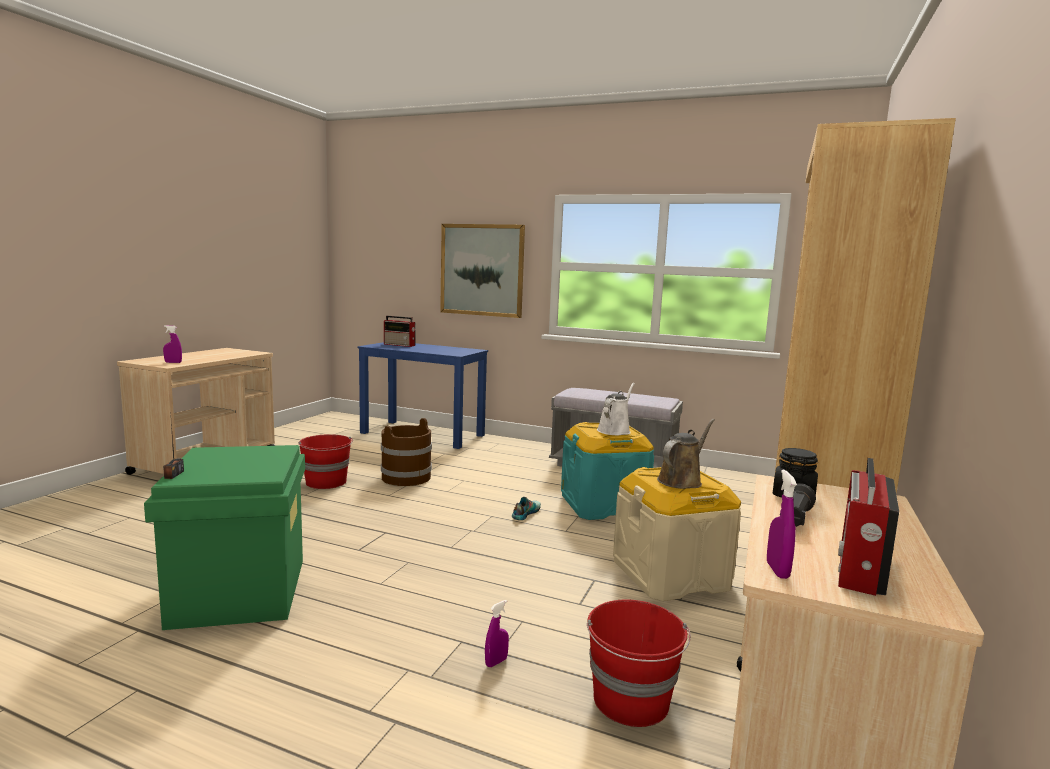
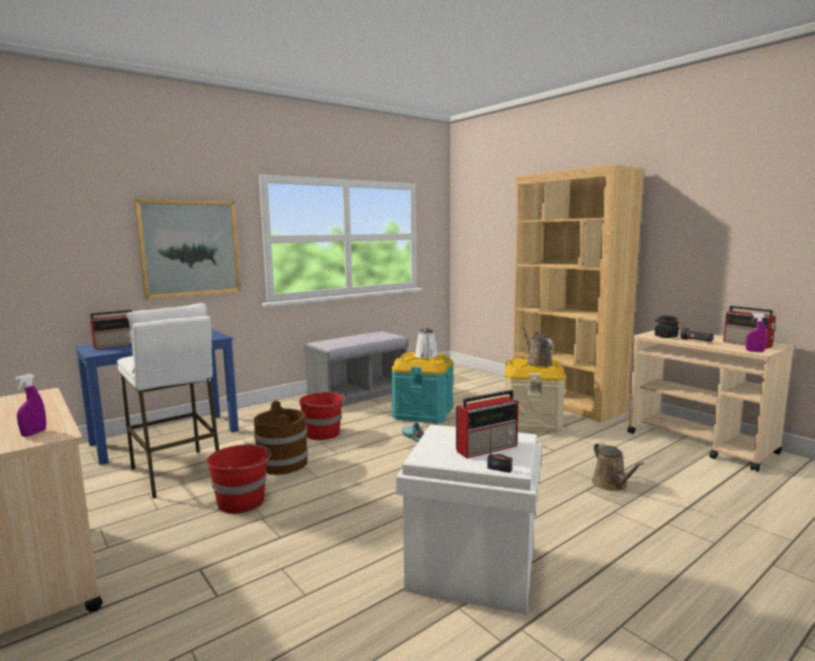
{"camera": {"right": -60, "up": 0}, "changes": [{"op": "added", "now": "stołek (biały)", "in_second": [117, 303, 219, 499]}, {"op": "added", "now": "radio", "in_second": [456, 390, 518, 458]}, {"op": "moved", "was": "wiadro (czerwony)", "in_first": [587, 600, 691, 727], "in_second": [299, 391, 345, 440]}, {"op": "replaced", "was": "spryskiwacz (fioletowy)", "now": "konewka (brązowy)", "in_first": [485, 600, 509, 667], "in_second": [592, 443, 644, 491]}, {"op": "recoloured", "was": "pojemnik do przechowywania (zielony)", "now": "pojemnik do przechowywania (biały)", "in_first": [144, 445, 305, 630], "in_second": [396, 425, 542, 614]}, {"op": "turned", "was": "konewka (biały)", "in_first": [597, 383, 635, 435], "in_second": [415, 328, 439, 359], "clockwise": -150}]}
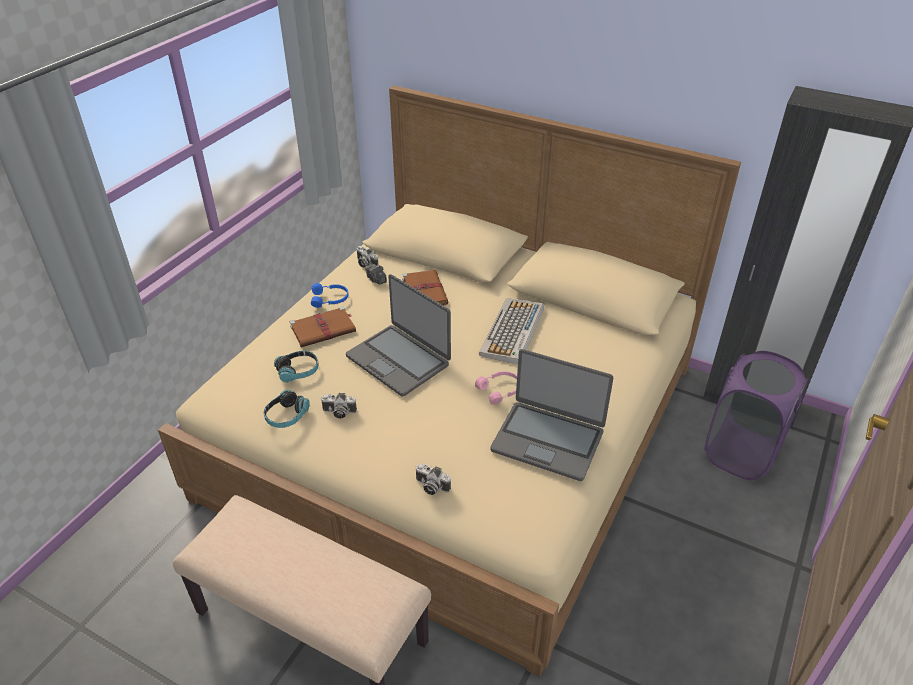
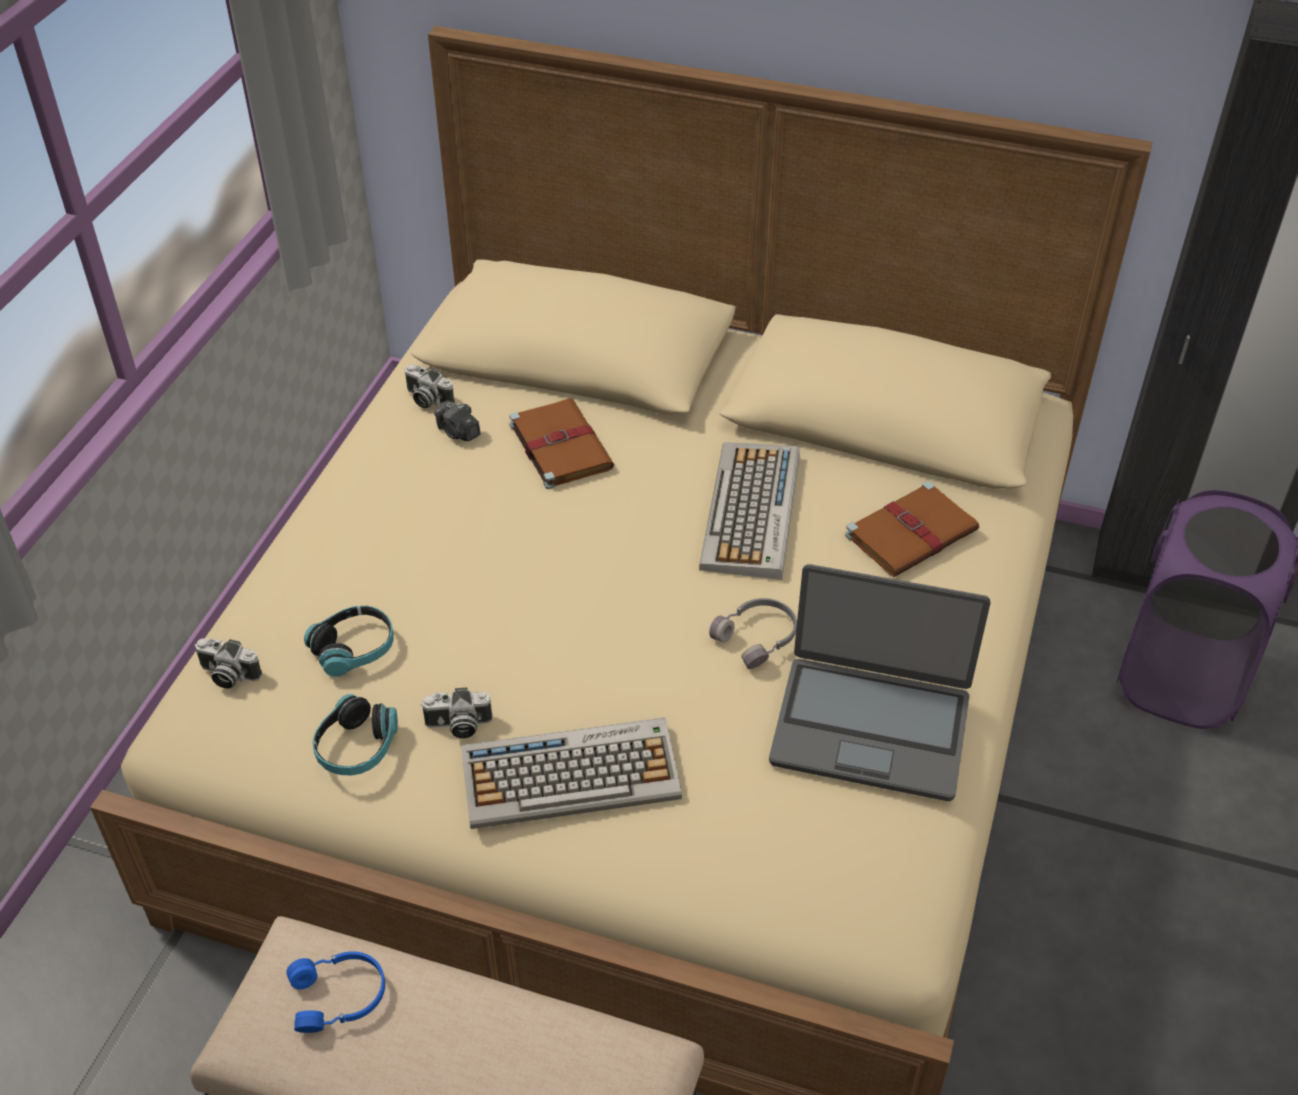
{"camera": {"right": -10, "up": 5}, "changes": [{"op": "removed", "was": "laptop", "in_first": [346, 274, 451, 396]}, {"op": "added", "now": "klawiatura", "in_second": [461, 717, 682, 829]}, {"op": "moved", "was": "książka (brązowy)", "in_first": [290, 306, 356, 347], "in_second": [845, 482, 979, 577]}, {"op": "moved", "was": "słuchawki (niebieski)", "in_first": [311, 283, 349, 308], "in_second": [286, 951, 385, 1033]}, {"op": "moved", "was": "aparat fotograficzny", "in_first": [416, 464, 451, 495], "in_second": [195, 638, 262, 689]}, {"op": "recoloured", "was": "słuchawki (różowy)", "now": "słuchawki (szary)", "in_first": [475, 371, 517, 405], "in_second": [709, 598, 797, 669]}]}
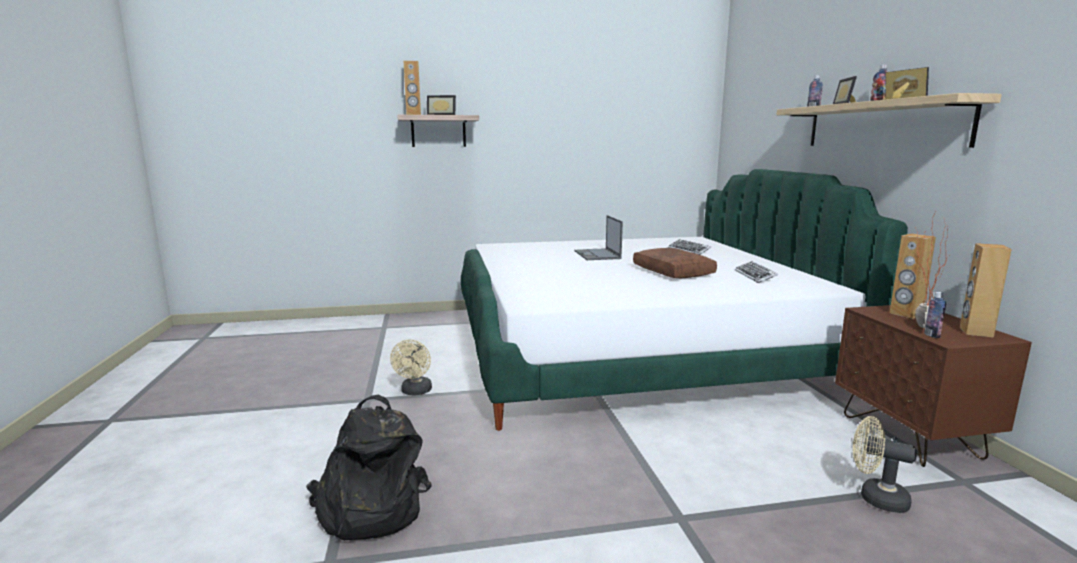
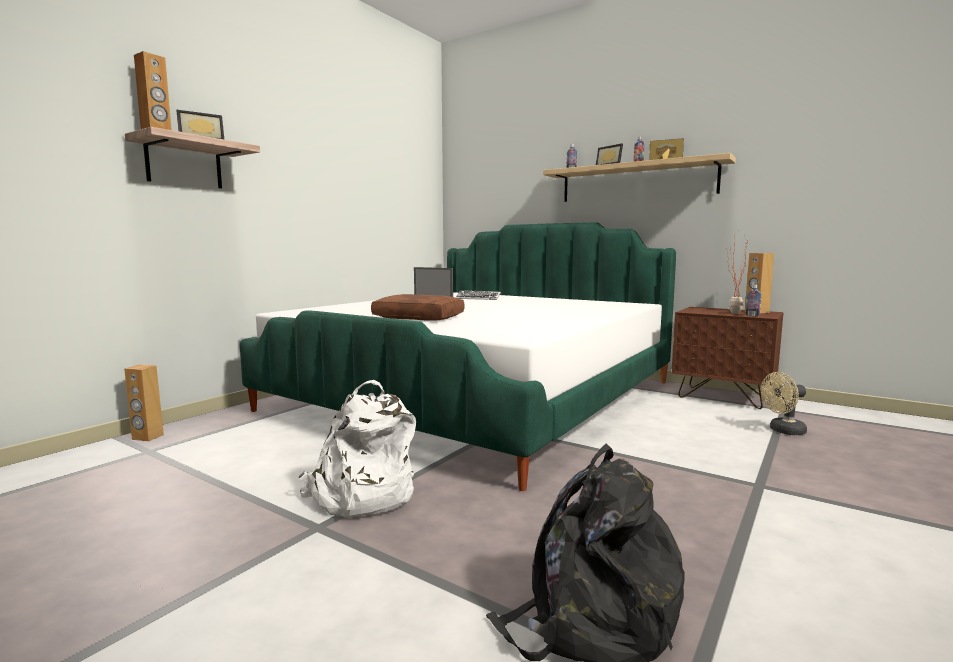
{"camera": {"right": -45, "up": -5}, "changes": [{"op": "removed", "was": "klawiatura", "in_first": [735, 261, 778, 283]}, {"op": "moved", "was": "poduszka (brązowy)", "in_first": [633, 248, 717, 278], "in_second": [371, 294, 464, 321]}, {"op": "moved", "was": "głośnik (brązowy)", "in_first": [890, 234, 936, 319], "in_second": [124, 365, 164, 441]}, {"op": "replaced", "was": "wentylator (beżowy)", "now": "plecak (biały)", "in_first": [390, 340, 432, 395], "in_second": [299, 380, 416, 518]}]}
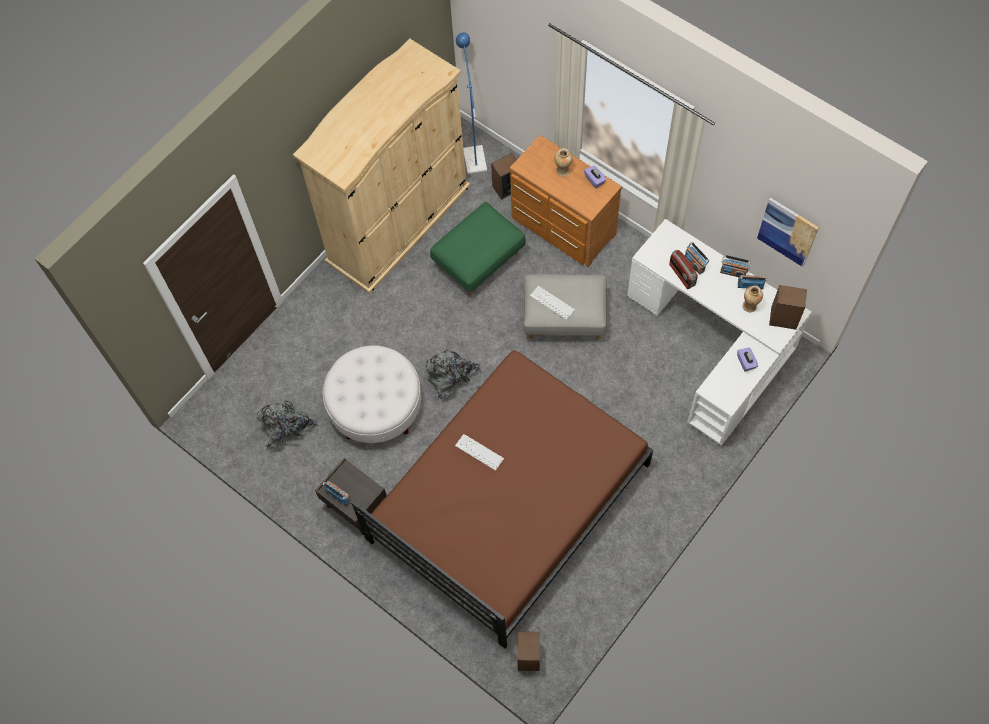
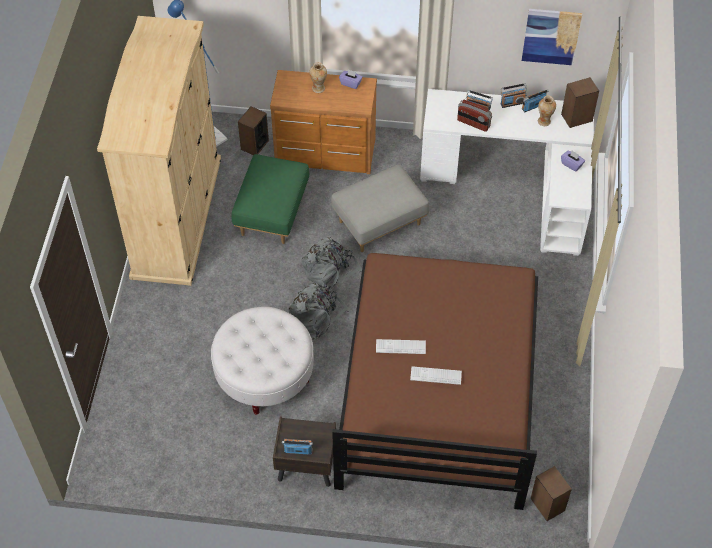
{"camera": {"right": -35, "up": -10}, "changes": [{"op": "moved", "was": "plecak (szary)", "in_first": [256, 400, 318, 450], "in_second": [302, 237, 362, 290]}, {"op": "moved", "was": "klawiatura", "in_first": [530, 286, 575, 320], "in_second": [410, 366, 462, 385]}]}
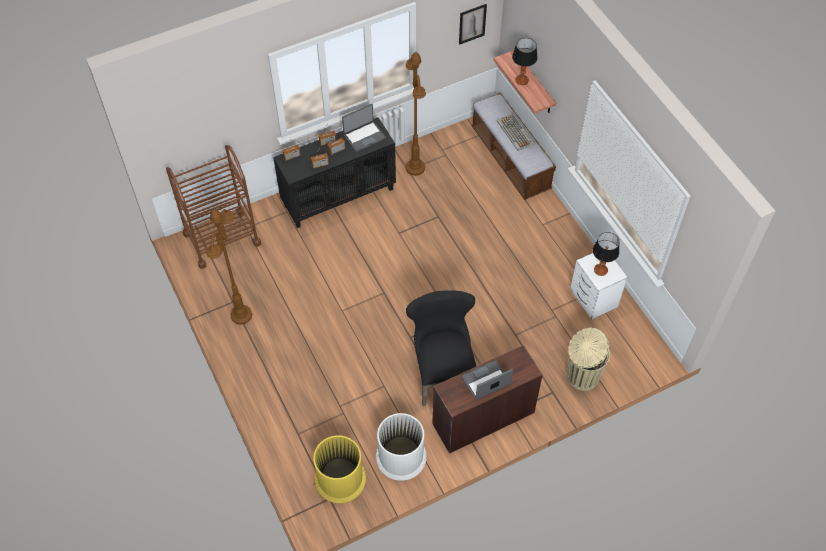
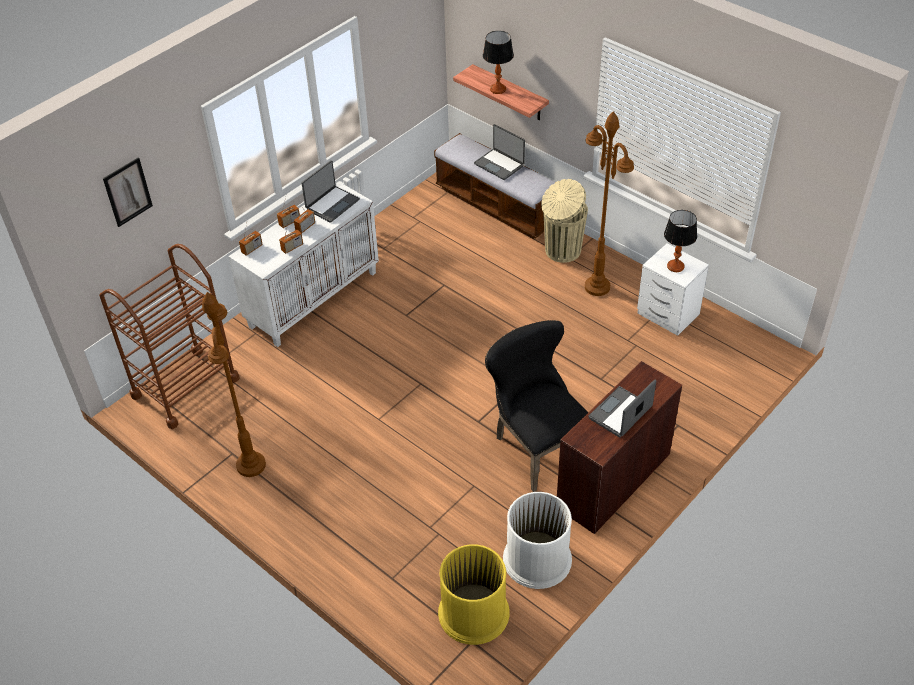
{"camera": {"right": -20, "up": -10}, "changes": [{"op": "moved", "was": "lampa stojąca (brązowy)", "in_first": [406, 52, 426, 176], "in_second": [585, 111, 634, 296]}, {"op": "moved", "was": "obraz", "in_first": [459, 4, 487, 45], "in_second": [103, 158, 153, 227]}, {"op": "moved", "was": "kosz na śmieci (beżowy)", "in_first": [567, 328, 610, 391], "in_second": [541, 179, 588, 263]}, {"op": "replaced", "was": "klawiatura", "now": "laptop", "in_first": [497, 113, 535, 151], "in_second": [474, 124, 525, 180]}, {"op": "recoloured", "was": "szafka (czarny)", "now": "szafka (biały)", "in_first": [273, 117, 396, 228], "in_second": [229, 181, 379, 347]}]}
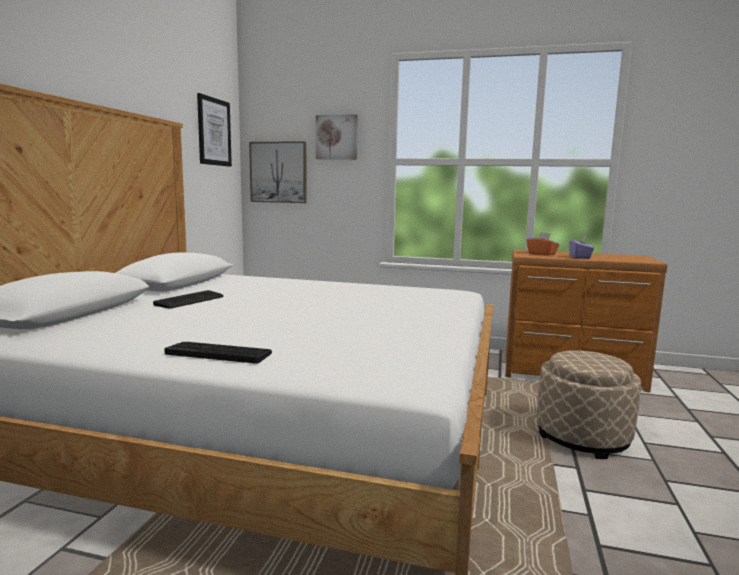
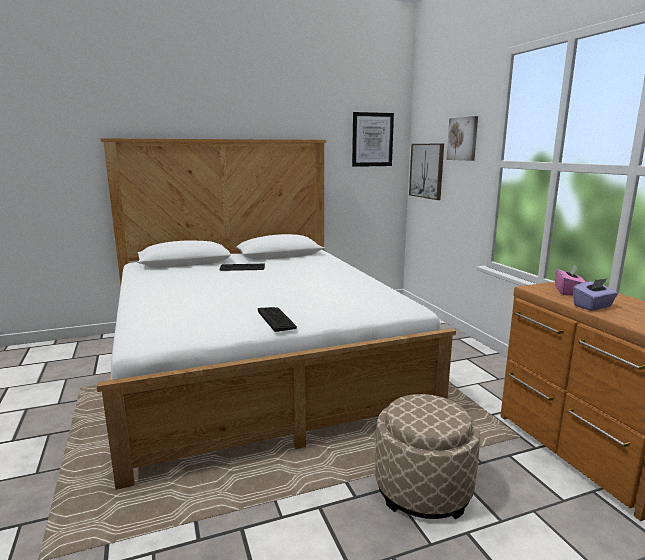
{"camera": {"right": 55, "up": 5}, "changes": [{"op": "moved", "was": "klawiatura", "in_first": [164, 342, 272, 364], "in_second": [258, 307, 297, 332]}, {"op": "recoloured", "was": "pudełko chusteczek (pomarańczowy)", "now": "pudełko chusteczek (różowy)", "in_first": [527, 232, 560, 256], "in_second": [555, 265, 585, 296]}]}
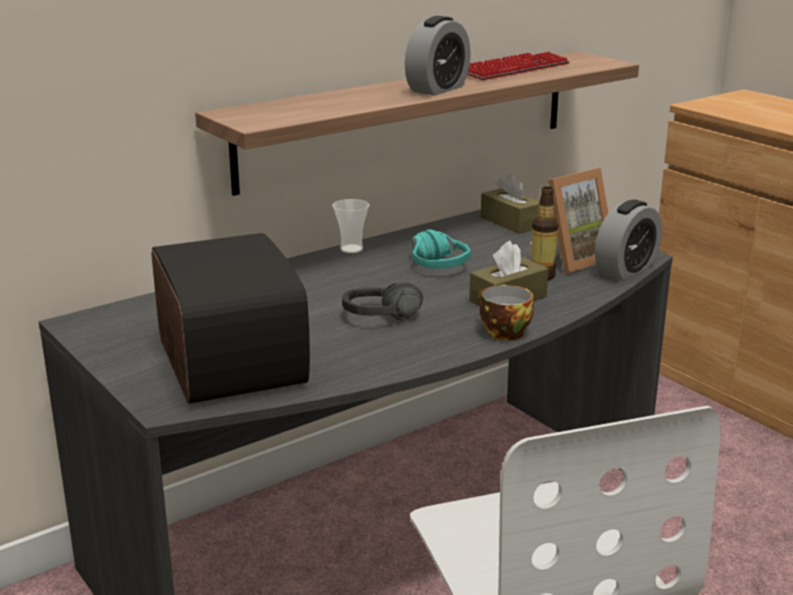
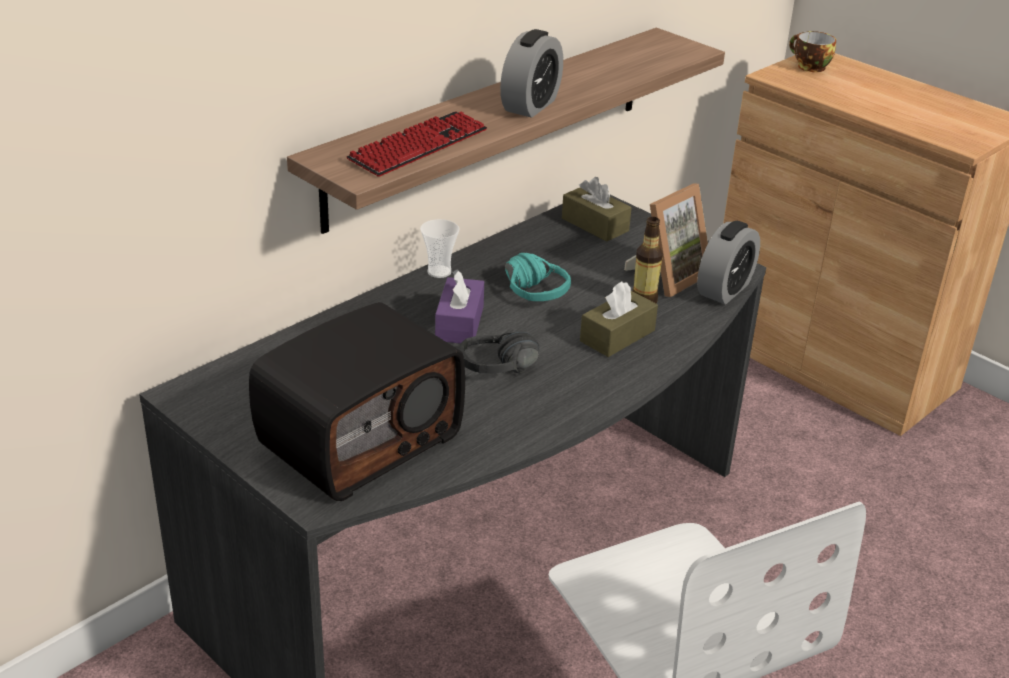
{"camera": {"right": -10, "up": 10}, "changes": [{"op": "added", "now": "pudełko chusteczek (fioletowy)", "in_second": [435, 269, 484, 344]}, {"op": "moved", "was": "klawiatura", "in_first": [467, 52, 569, 80], "in_second": [347, 112, 487, 177]}, {"op": "moved", "was": "filiżanka", "in_first": [478, 285, 534, 340], "in_second": [789, 31, 836, 72]}, {"op": "turned", "was": "radio", "in_first": [151, 233, 310, 404], "in_second": [249, 302, 465, 501], "clockwise": 75}]}
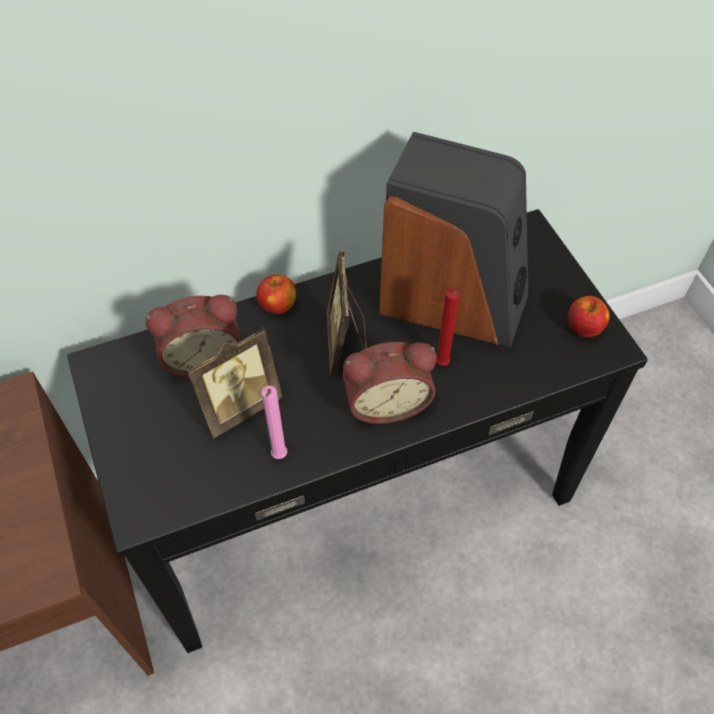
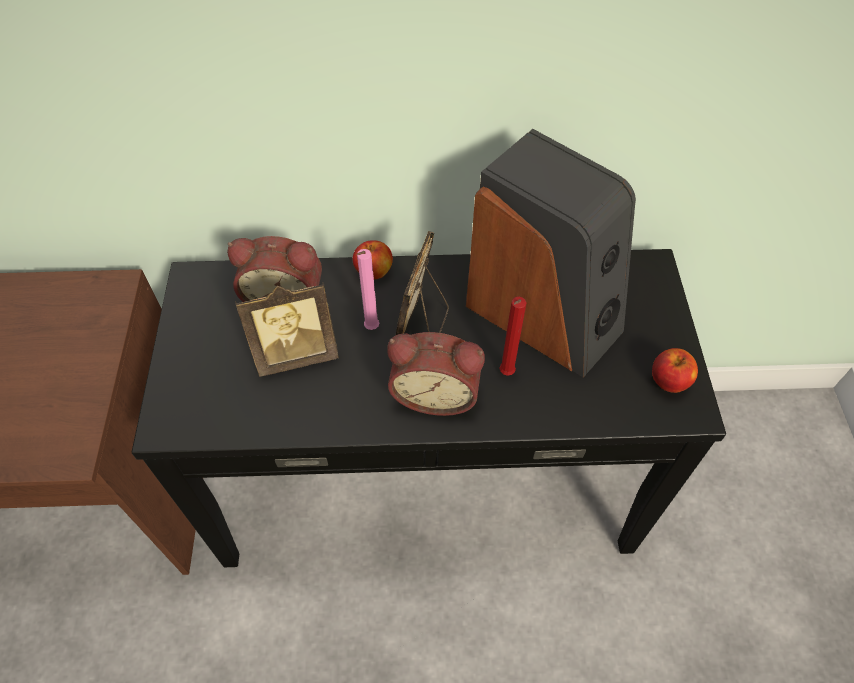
{"camera": {"right": 20, "up": 0}, "changes": [{"op": "moved", "was": "świeca (różowy)", "in_first": [261, 385, 287, 459], "in_second": [357, 249, 379, 330]}]}
